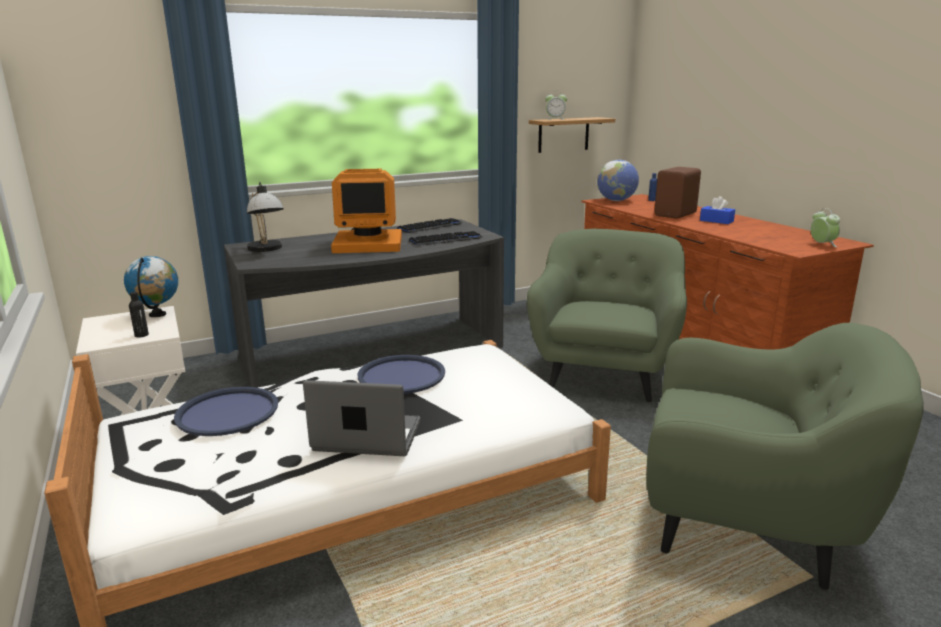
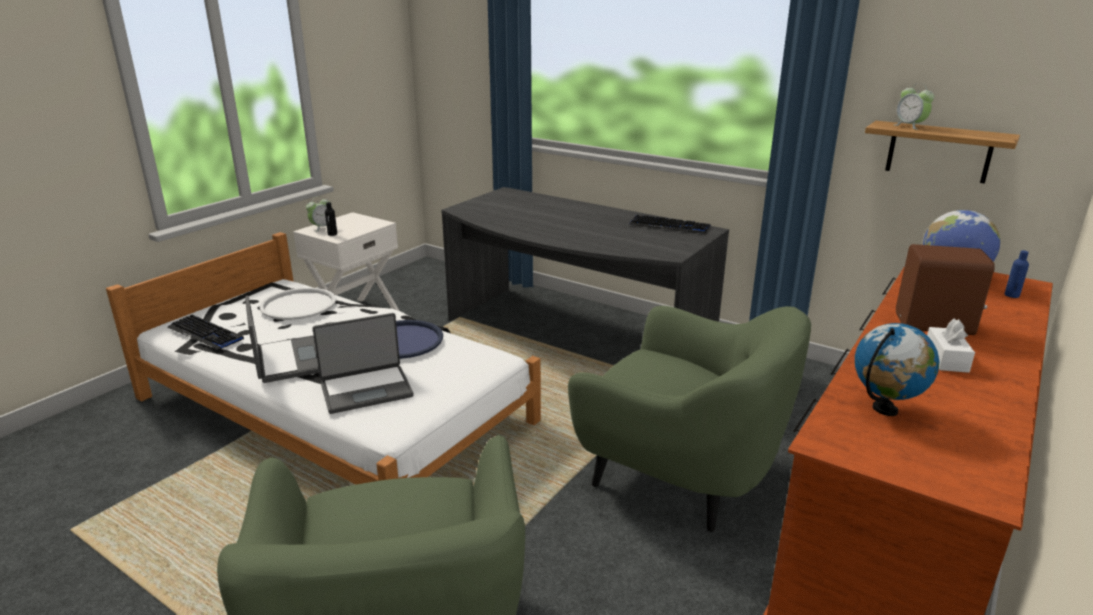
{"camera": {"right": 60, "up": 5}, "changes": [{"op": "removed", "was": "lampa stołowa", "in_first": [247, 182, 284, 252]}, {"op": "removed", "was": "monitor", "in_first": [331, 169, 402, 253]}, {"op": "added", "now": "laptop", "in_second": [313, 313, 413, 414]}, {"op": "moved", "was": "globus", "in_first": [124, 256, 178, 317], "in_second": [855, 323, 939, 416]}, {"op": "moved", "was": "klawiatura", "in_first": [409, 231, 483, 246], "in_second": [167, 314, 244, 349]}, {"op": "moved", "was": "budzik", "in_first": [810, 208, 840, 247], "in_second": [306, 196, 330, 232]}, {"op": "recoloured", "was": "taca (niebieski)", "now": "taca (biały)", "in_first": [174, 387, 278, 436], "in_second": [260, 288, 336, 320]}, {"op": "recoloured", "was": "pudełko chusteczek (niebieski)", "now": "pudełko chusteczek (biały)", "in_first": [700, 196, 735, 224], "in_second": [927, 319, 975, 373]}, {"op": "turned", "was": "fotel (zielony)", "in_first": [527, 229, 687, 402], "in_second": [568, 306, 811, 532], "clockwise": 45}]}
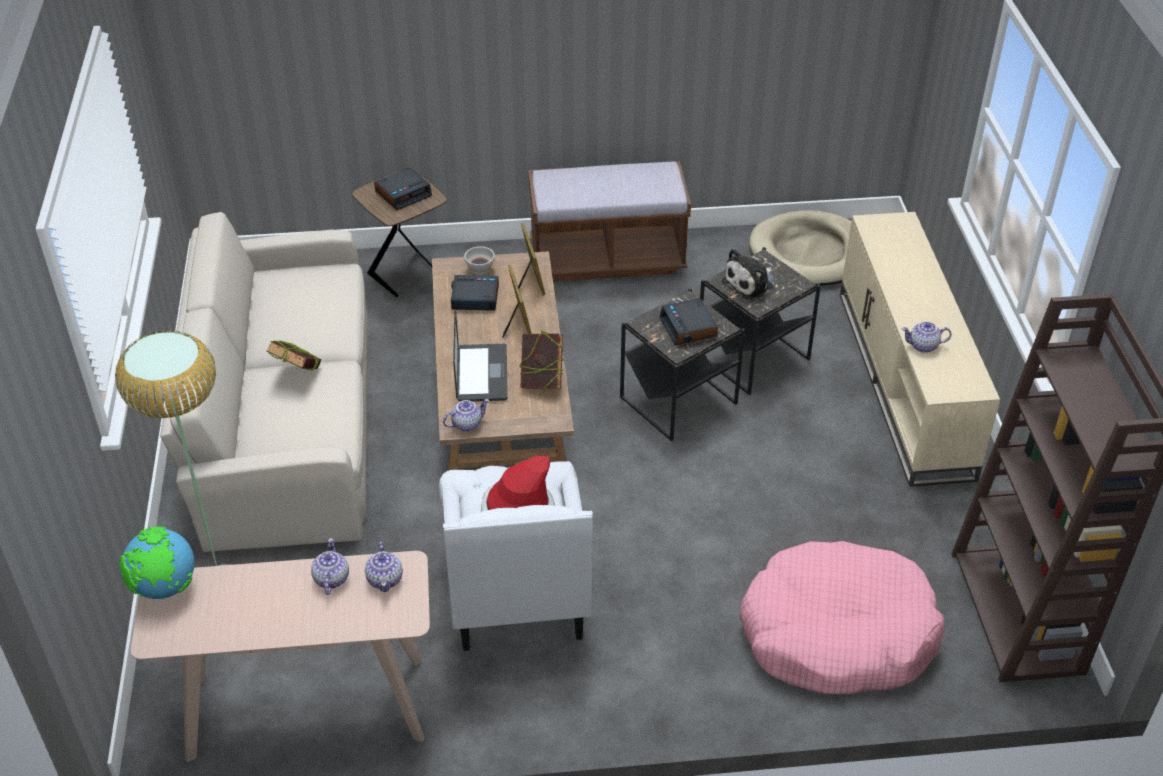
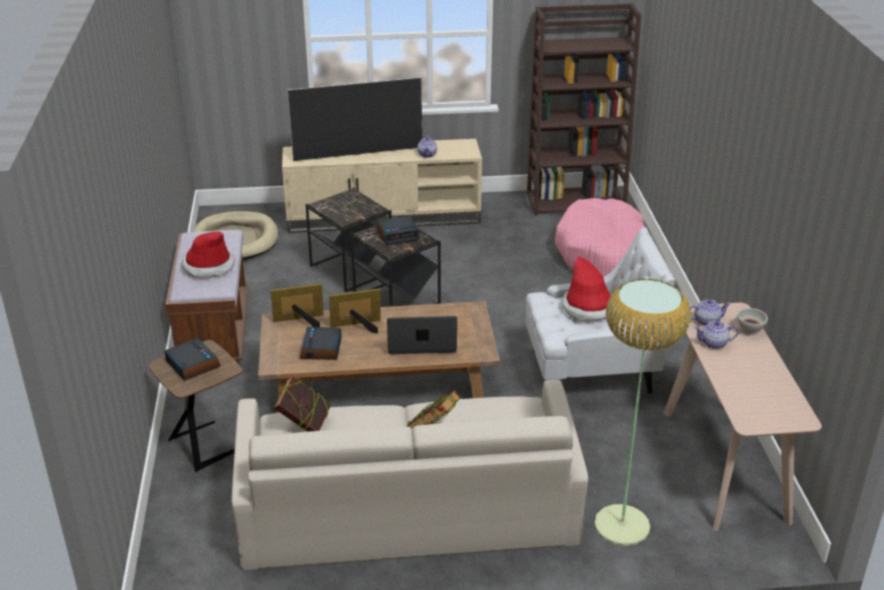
{"camera": {"right": -90, "up": -10}, "changes": [{"op": "removed", "was": "globus", "in_first": [120, 527, 194, 599]}, {"op": "removed", "was": "imbryk", "in_first": [443, 399, 489, 431]}, {"op": "removed", "was": "pluszak", "in_first": [722, 249, 773, 299]}, {"op": "added", "now": "kapelusz", "in_second": [181, 232, 235, 278]}, {"op": "added", "now": "telewizor", "in_second": [287, 77, 422, 161]}, {"op": "moved", "was": "miska (biały)", "in_first": [464, 246, 495, 275], "in_second": [737, 308, 768, 335]}, {"op": "moved", "was": "książka", "in_first": [519, 330, 564, 391], "in_second": [274, 376, 331, 432]}]}
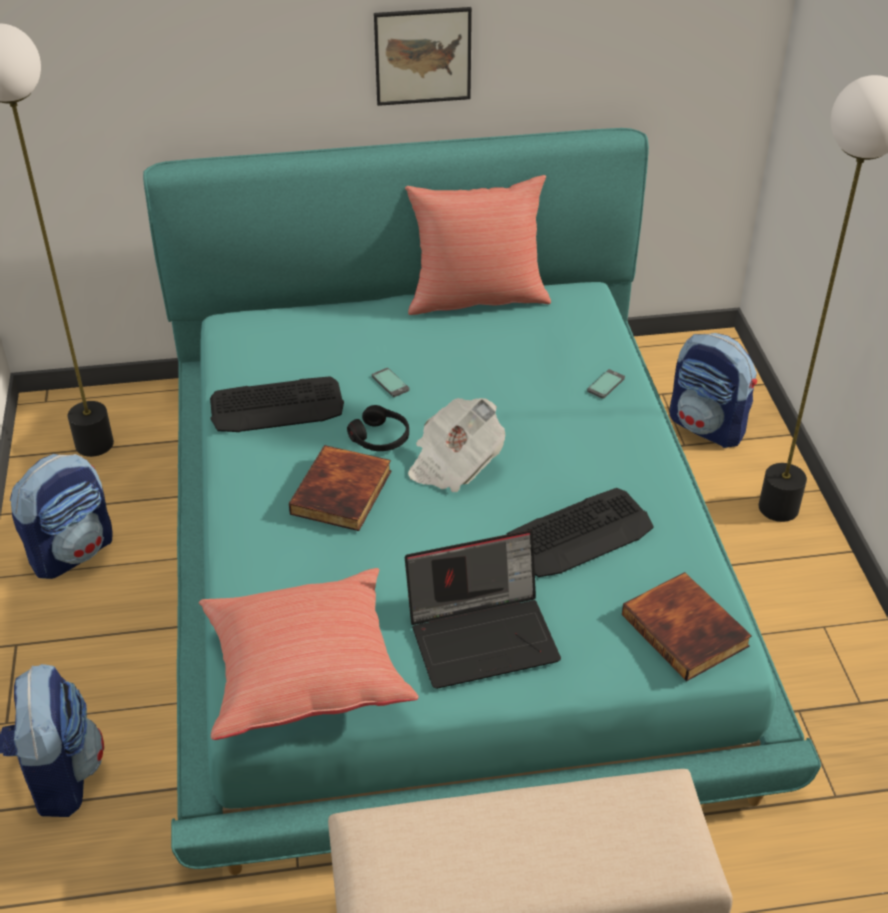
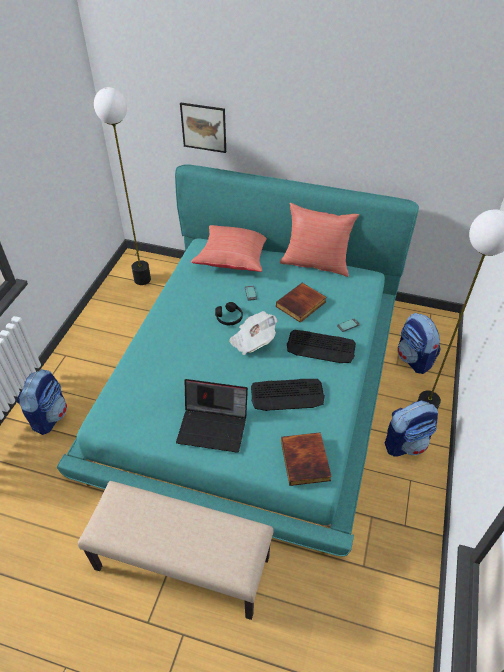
{"camera": {"right": 25, "up": 5}, "changes": [{"op": "moved", "was": "plecak", "in_first": [10, 454, 113, 579], "in_second": [385, 400, 438, 457]}, {"op": "moved", "was": "poduszka (czerwony)", "in_first": [199, 568, 419, 740], "in_second": [191, 225, 267, 272]}, {"op": "moved", "was": "klawiatura", "in_first": [210, 376, 344, 432], "in_second": [287, 330, 356, 363]}, {"op": "moved", "was": "książka", "in_first": [289, 445, 392, 531], "in_second": [276, 283, 327, 323]}, {"op": "moved", "was": "obraz", "in_first": [374, 7, 472, 106], "in_second": [180, 103, 226, 153]}]}
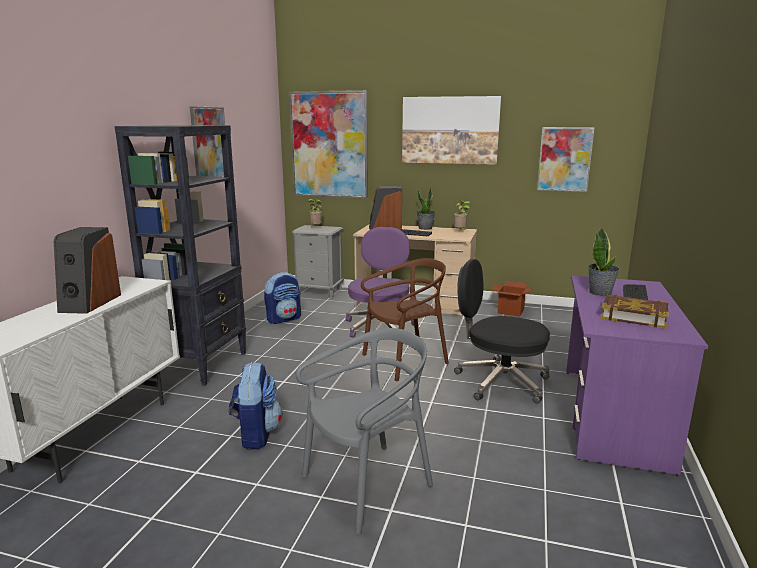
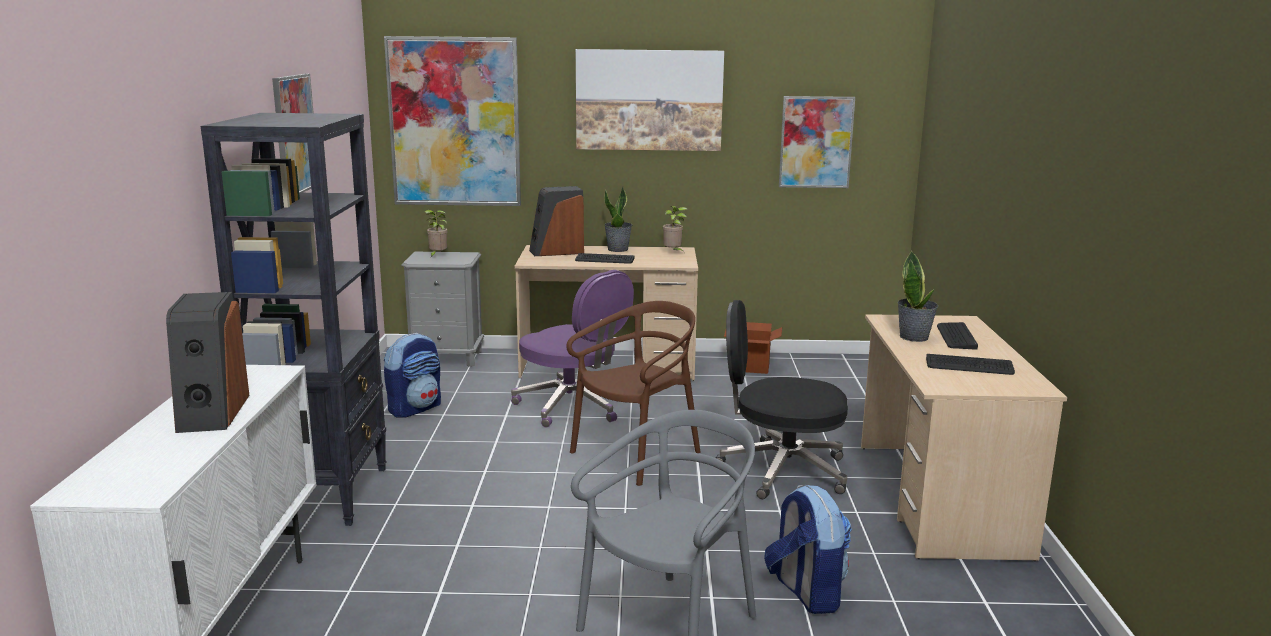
{"camera": {"right": -15, "up": 0}, "changes": [{"op": "moved", "was": "plecak", "in_first": [229, 362, 282, 449], "in_second": [764, 485, 852, 614]}, {"op": "replaced", "was": "książka", "now": "klawiatura", "in_first": [600, 295, 669, 329], "in_second": [926, 354, 1015, 375]}, {"op": "recoloured", "was": "biurko (fioletowy)", "now": "biurko (beżowy)", "in_first": [566, 276, 708, 475], "in_second": [861, 314, 1067, 561]}, {"op": "turned", "was": "krzesło biurowe (fioletowy)", "in_first": [345, 227, 414, 341], "in_second": [511, 270, 634, 428], "clockwise": 135}]}
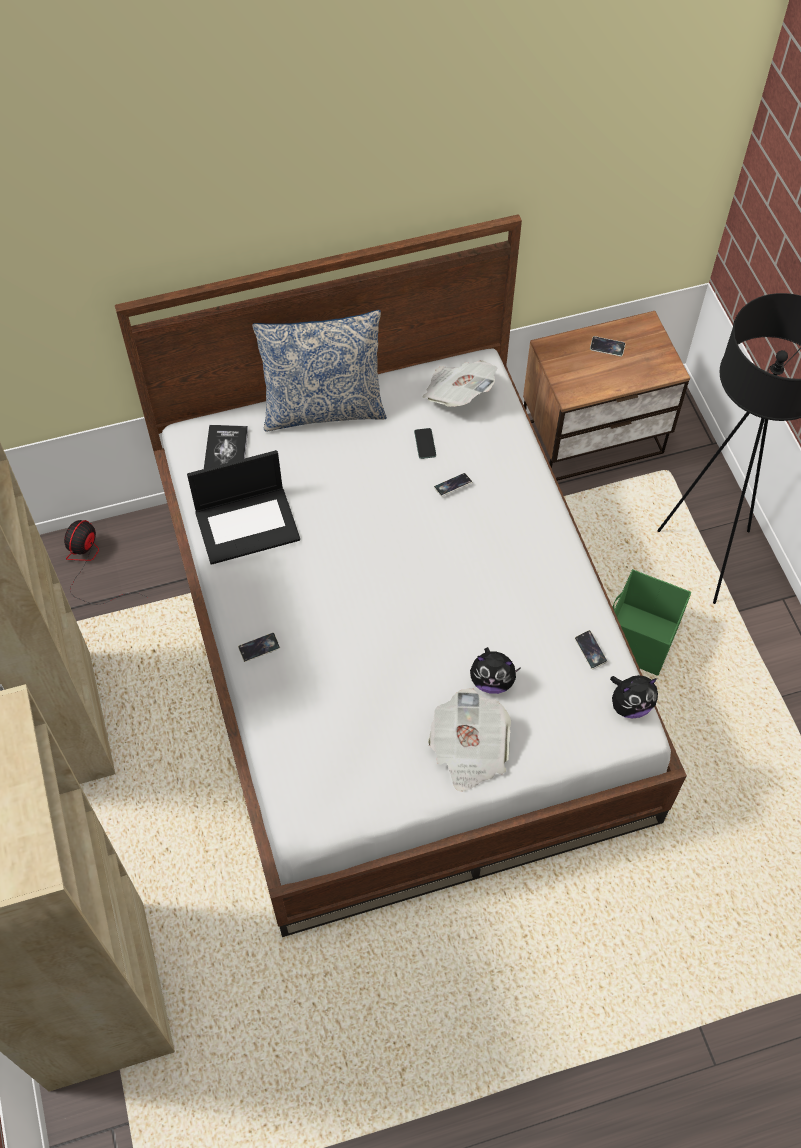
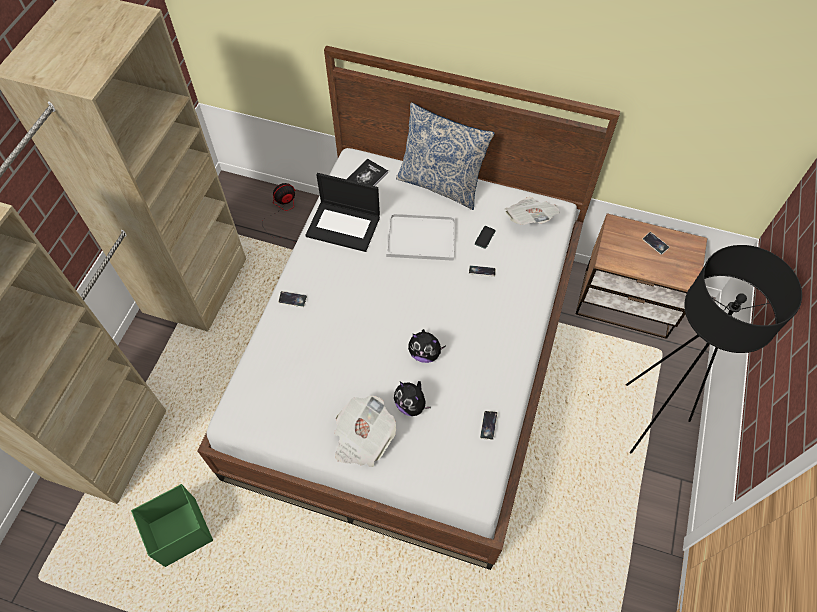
{"camera": {"right": 35, "up": 0}, "changes": [{"op": "added", "now": "taca (biały)", "in_second": [386, 213, 456, 261]}, {"op": "moved", "was": "pluszak", "in_first": [610, 675, 658, 719], "in_second": [408, 329, 445, 363]}, {"op": "moved", "was": "pojemnik do przechowywania (zielony)", "in_first": [613, 569, 691, 676], "in_second": [131, 484, 213, 567]}]}
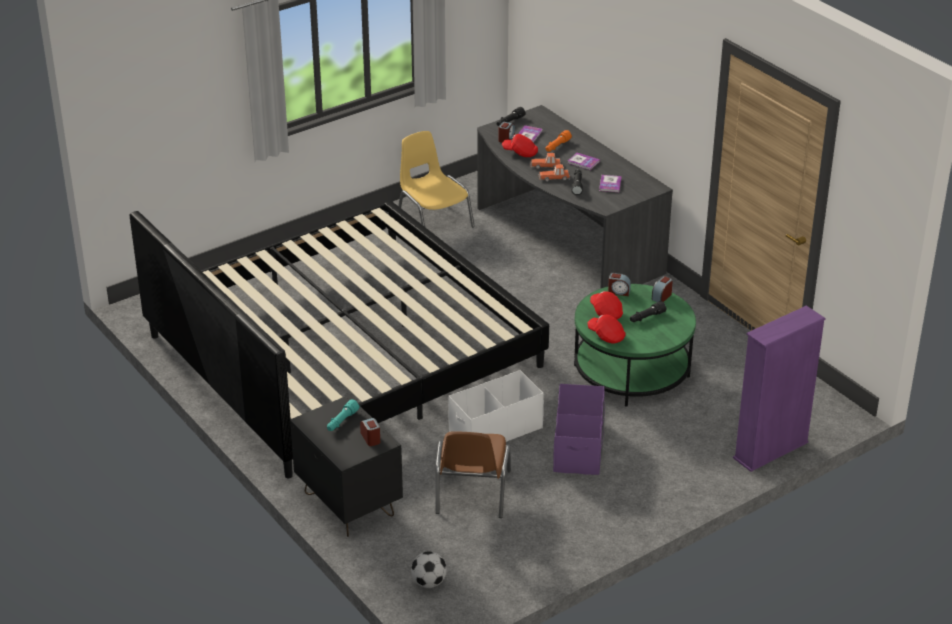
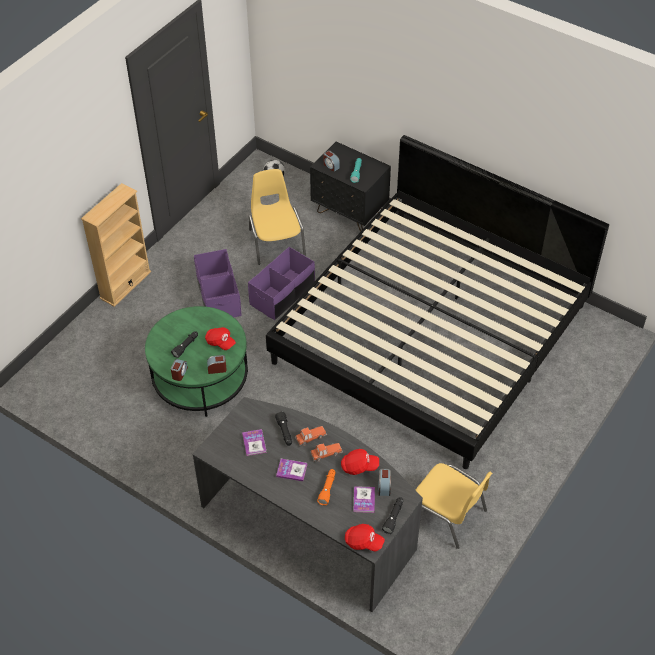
{"camera": {"right": 160, "up": 15}, "changes": [{"op": "removed", "was": "regał (fioletowy)", "in_first": [733, 306, 826, 472]}, {"op": "added", "now": "regał (beżowy)", "in_second": [81, 183, 151, 307]}, {"op": "moved", "was": "czapka z daszkiem (czerwony)", "in_first": [588, 315, 626, 343], "in_second": [345, 524, 385, 551]}, {"op": "recoloured", "was": "krzesło (brązowy)", "now": "krzesło (żółty)", "in_first": [436, 431, 511, 518], "in_second": [249, 169, 306, 265]}, {"op": "recoloured", "was": "pojemnik do przechowywania (biały)", "now": "pojemnik do przechowywania (fioletowy)", "in_first": [448, 370, 544, 442], "in_second": [248, 247, 315, 320]}]}
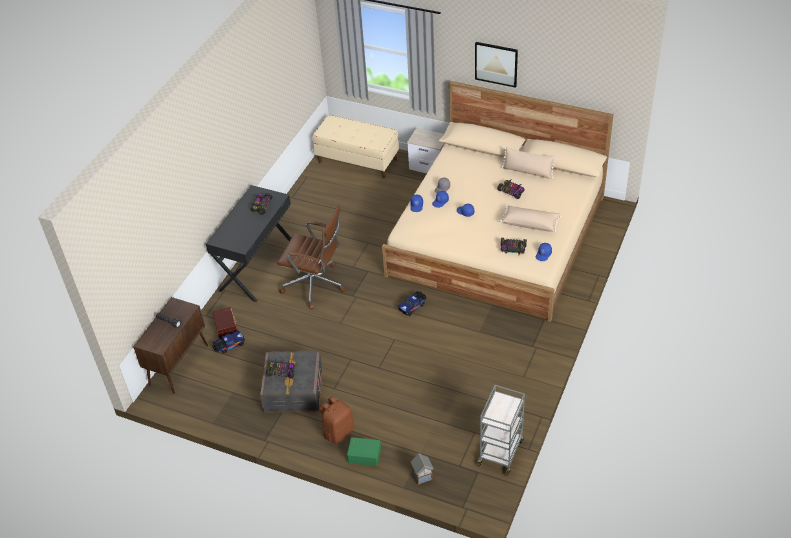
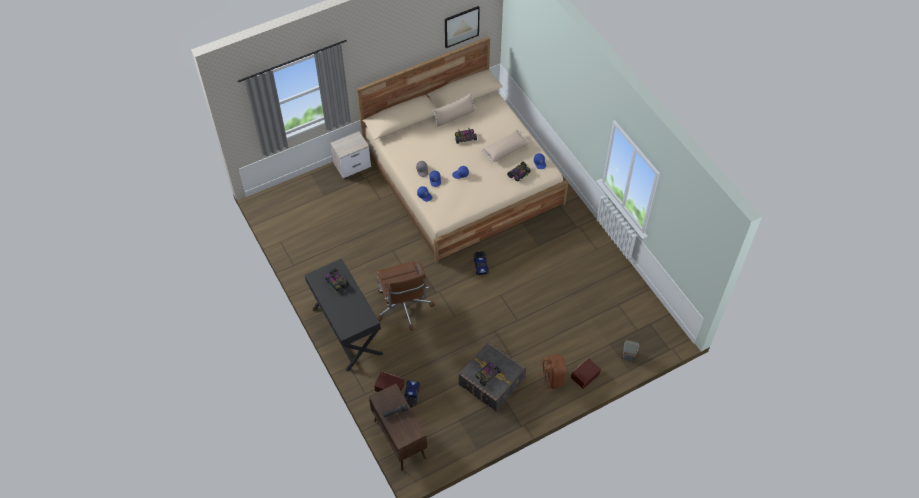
{"camera": {"right": -55, "up": 10}, "changes": [{"op": "removed", "was": "ławka (beżowy)", "in_first": [313, 115, 399, 179]}, {"op": "removed", "was": "wózek (szary)", "in_first": [477, 385, 525, 476]}, {"op": "moved", "was": "obraz", "in_first": [475, 42, 518, 88], "in_second": [445, 6, 480, 48]}, {"op": "recoloured", "was": "pojemnik do przechowywania (zielony)", "now": "pojemnik do przechowywania (brązowy)", "in_first": [347, 437, 381, 466], "in_second": [571, 358, 601, 389]}, {"op": "turned", "was": "krzesło biurowe (brązowy)", "in_first": [277, 205, 346, 310], "in_second": [376, 261, 435, 331], "clockwise": 105}]}
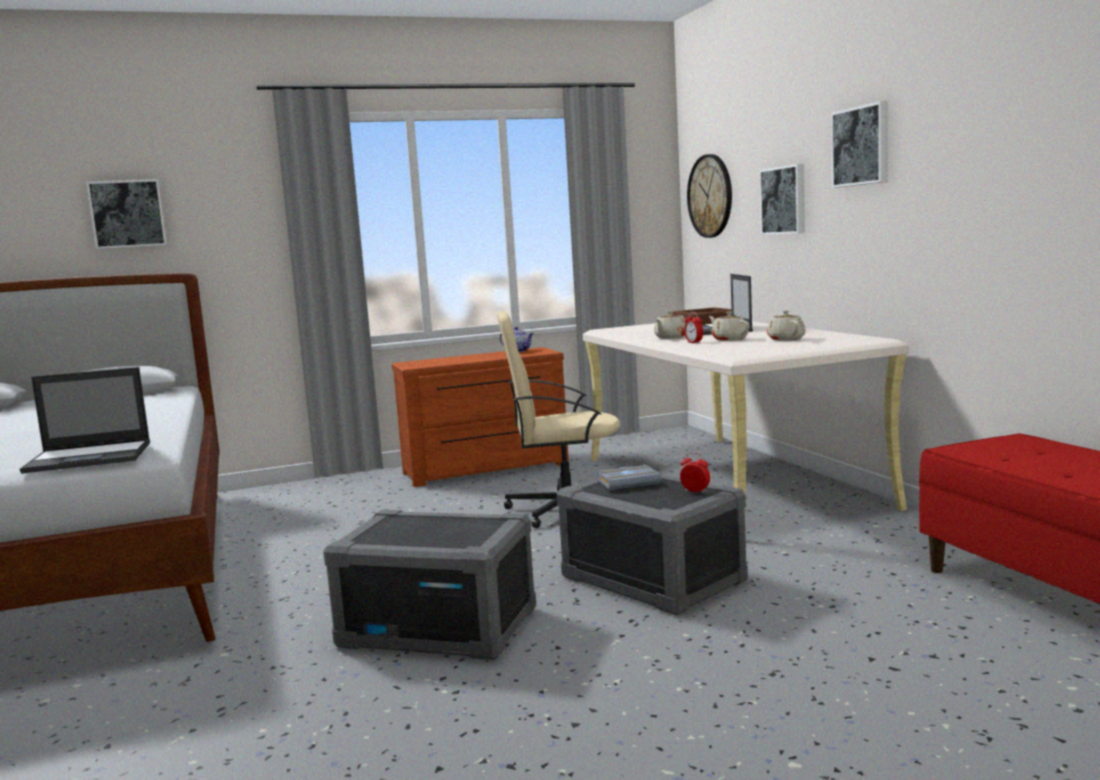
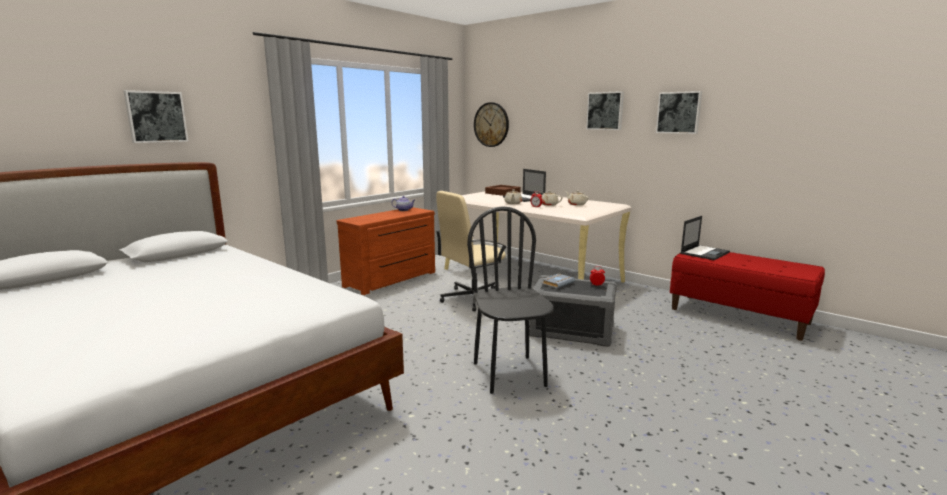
{"camera": {"right": -30, "up": 5}, "changes": [{"op": "moved", "was": "laptop", "in_first": [20, 367, 150, 474], "in_second": [680, 216, 730, 260]}, {"op": "moved", "was": "obraz", "in_first": [759, 164, 805, 235], "in_second": [656, 91, 702, 134]}, {"op": "replaced", "was": "pojemnik do przechowywania (szary)", "now": "krzesło (czarny)", "in_first": [323, 510, 537, 660], "in_second": [467, 206, 554, 394]}]}
